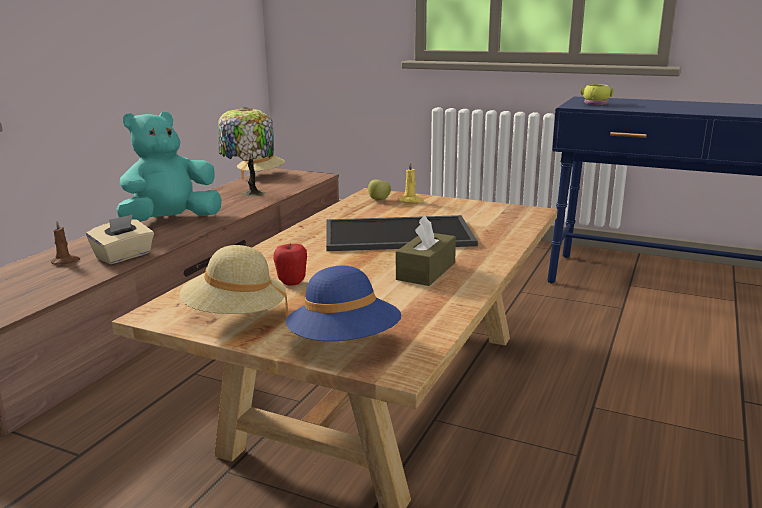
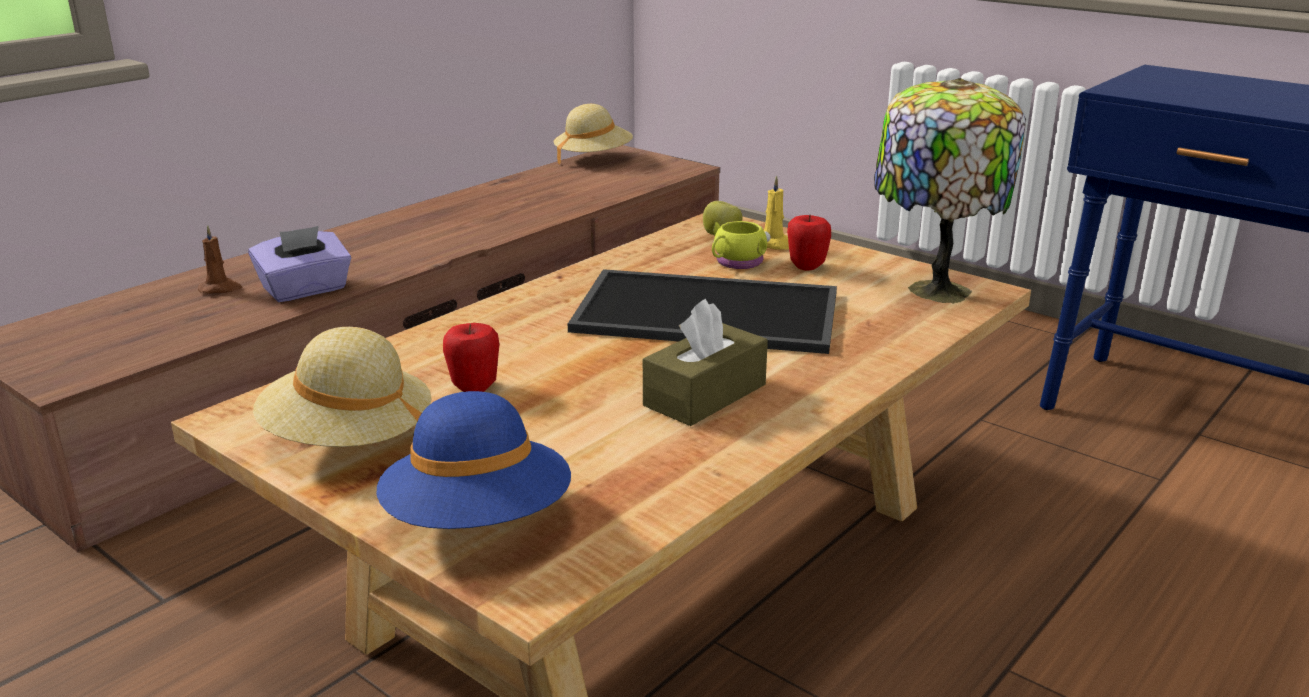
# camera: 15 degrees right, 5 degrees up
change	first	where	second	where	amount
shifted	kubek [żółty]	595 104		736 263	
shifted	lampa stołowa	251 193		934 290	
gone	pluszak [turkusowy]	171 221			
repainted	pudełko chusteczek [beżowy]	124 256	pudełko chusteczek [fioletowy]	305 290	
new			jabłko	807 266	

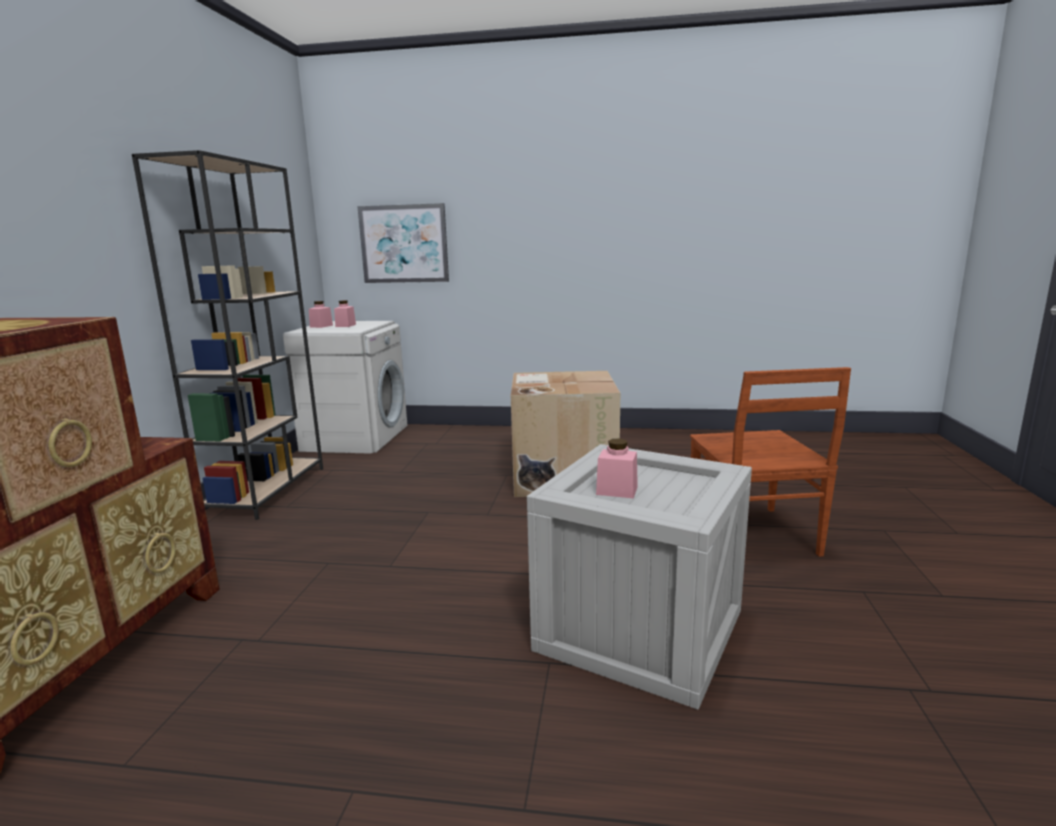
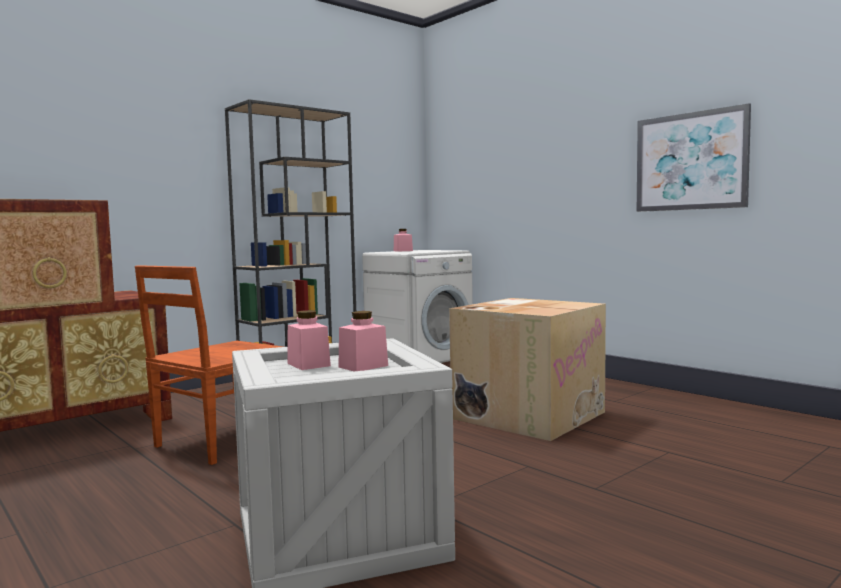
# camera: 40 degrees right, 10 degrees down
change	first	where	second	where	amount
shifted	obraz	404 244		690 161	
shifted	słoik [różowy]	345 325		363 366	
shifted	krzesło [brązowy]	752 535		223 441	

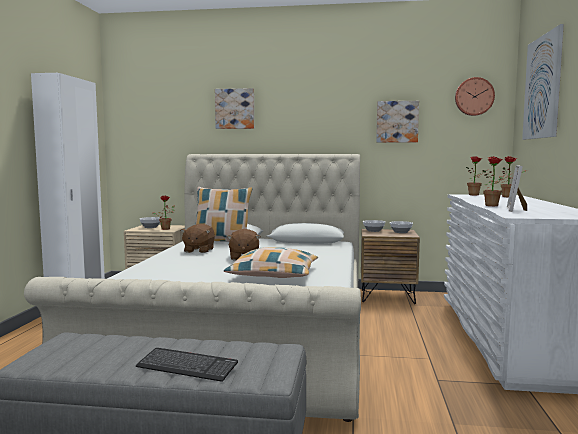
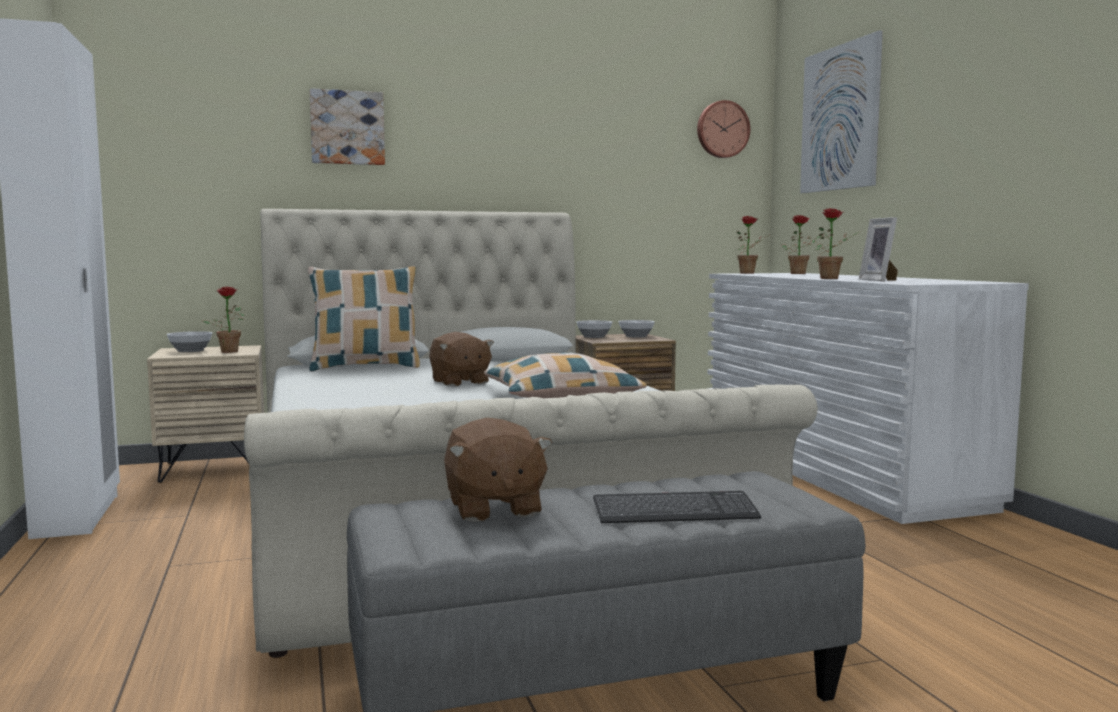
# camera: 25 degrees left, 0 degrees up
change	first	where	second	where	amount
gone	obraz	397 122			
shifted	pluszak [brązowy]	198 250		493 508	

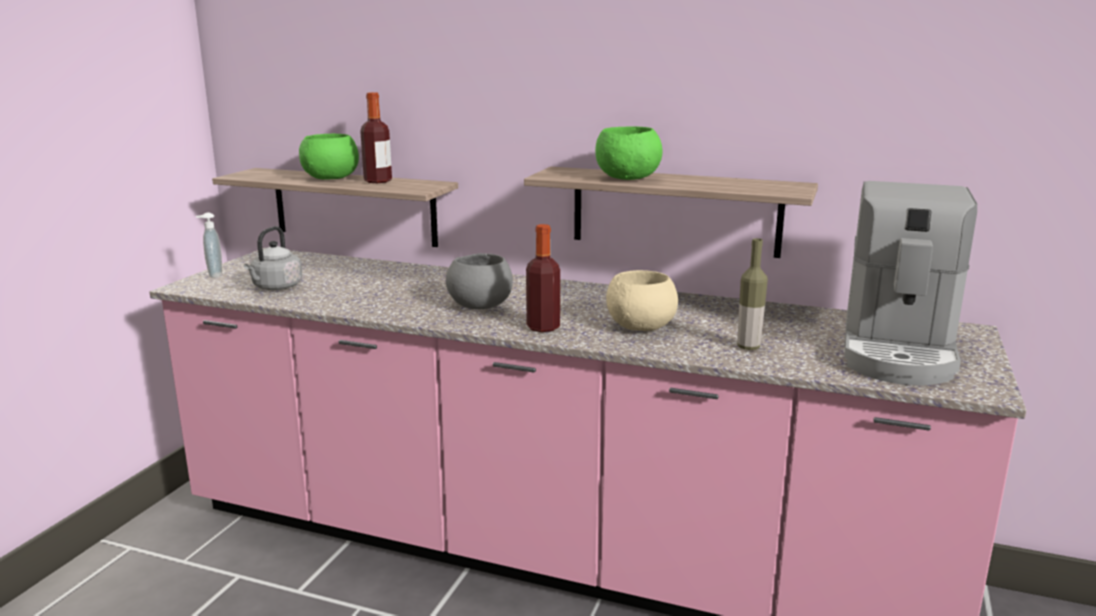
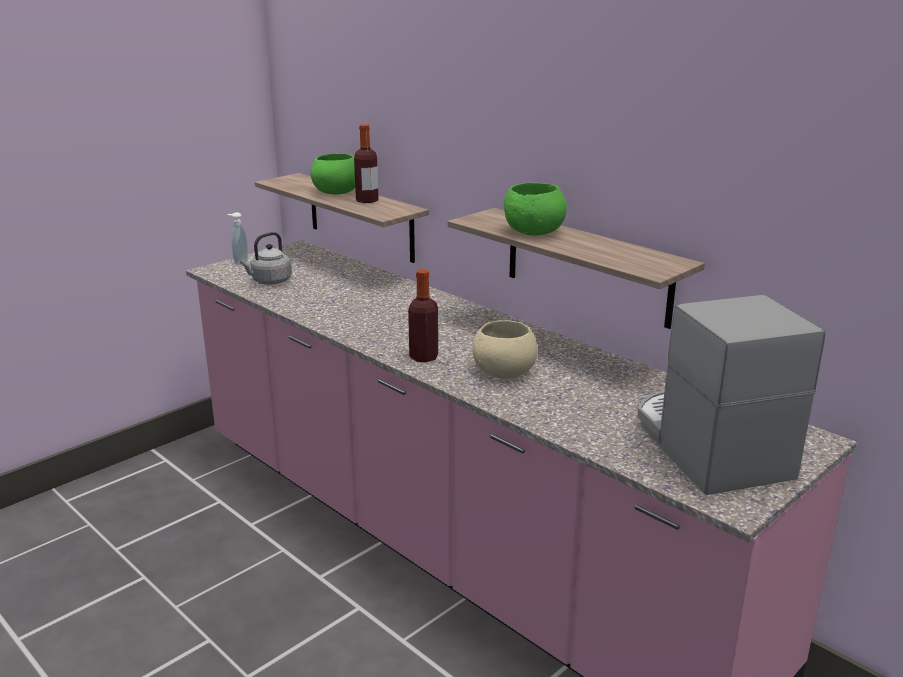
# camera: 25 degrees right, 5 degrees up
change	first	where	second	where	amount
rotated	ekspres do kawy	898 351		707 446	120 degrees clockwise
gone	butelka	748 347			
gone	miska [szary]	481 305			

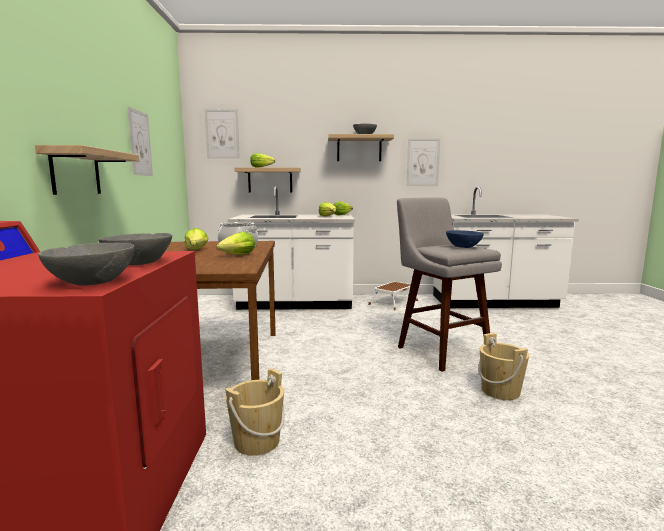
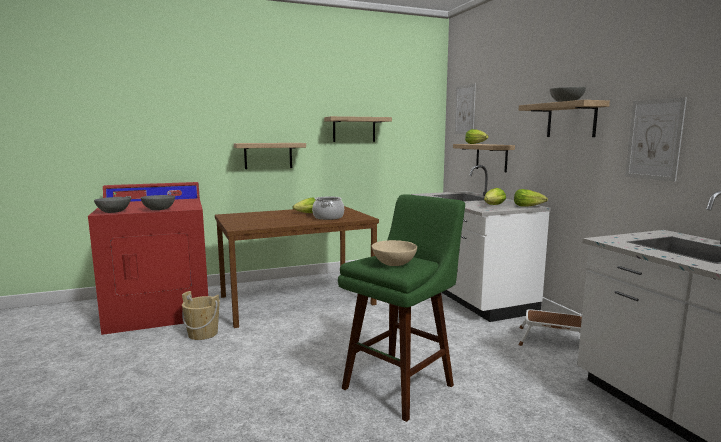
# camera: 70 degrees right, 0 degrees up
change	first	where	second	where	amount
swapped	obraz	140 143	półka	354 129	
repainted	stołek [szary]	440 350	stołek [zielony]	401 384	
repainted	miska [niebieski]	463 247	miska [beżowy]	394 264	
gone	sałata	238 255			
gone	wiadro [beżowy]	500 391			

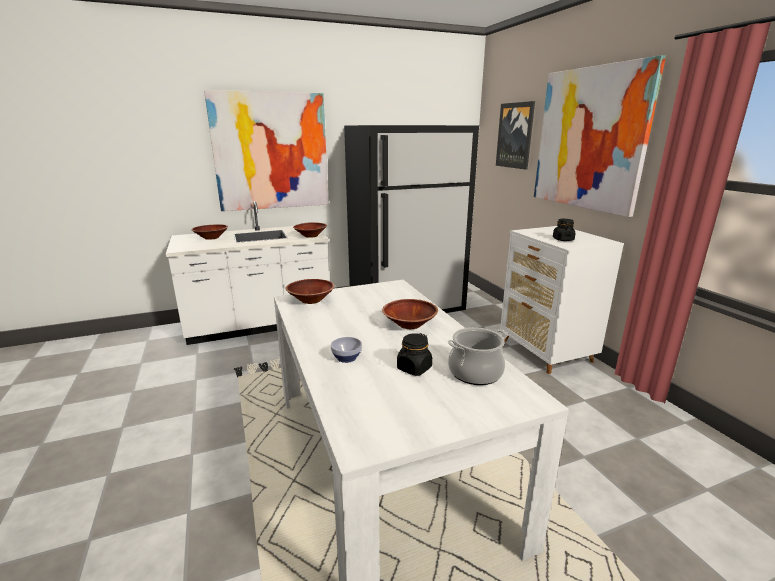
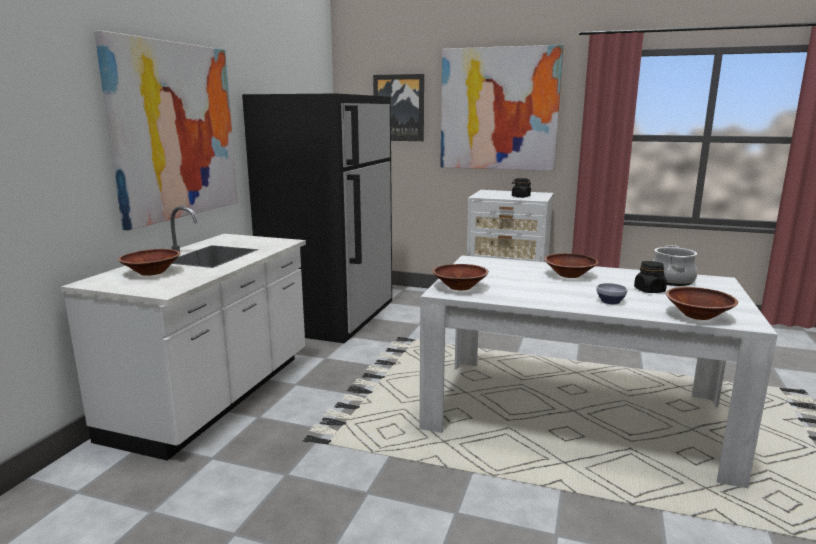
# camera: 50 degrees left, 5 degrees down
change	first	where	second	where	amount
shifted	miska [brązowy]	311 236		698 315	

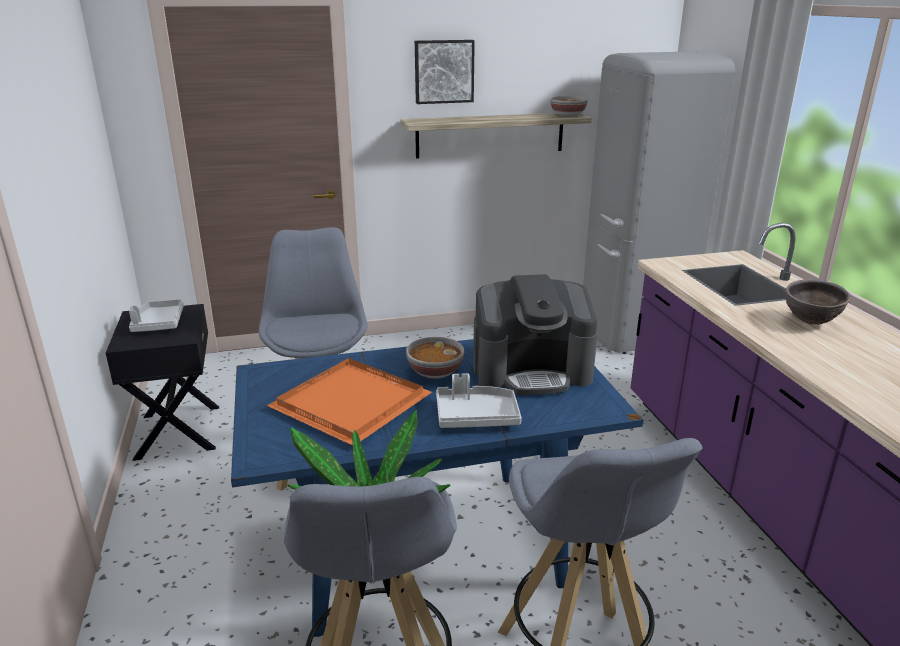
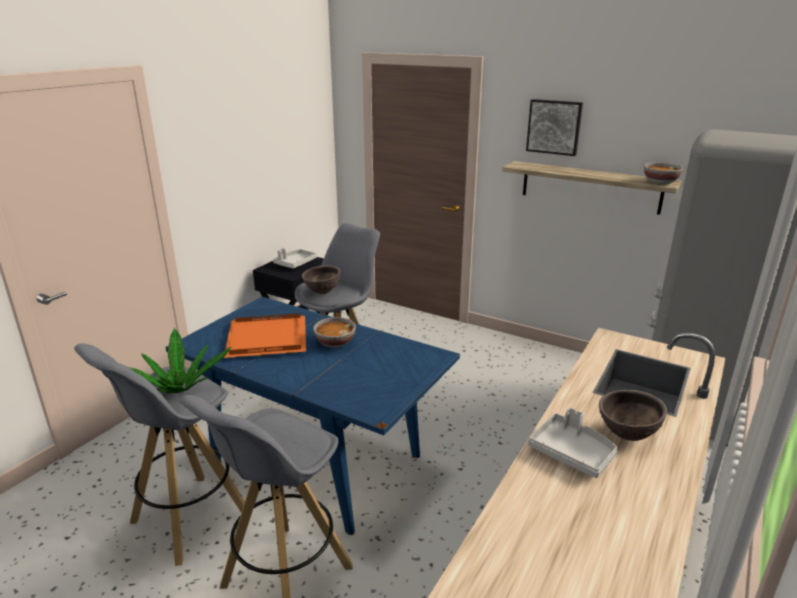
# camera: 45 degrees right, 0 degrees up
change	first	where	second	where	amount
gone	ekspres do kawy	532 370			
shifted	taca [szary]	476 416		572 453	
new			miska [brązowy]	322 292	

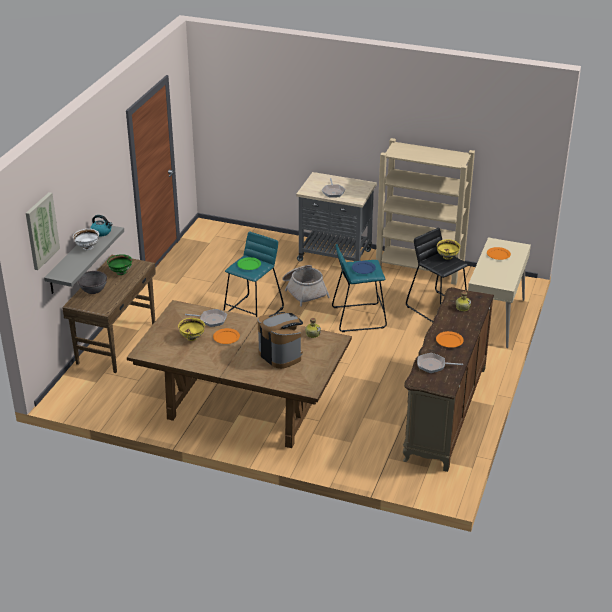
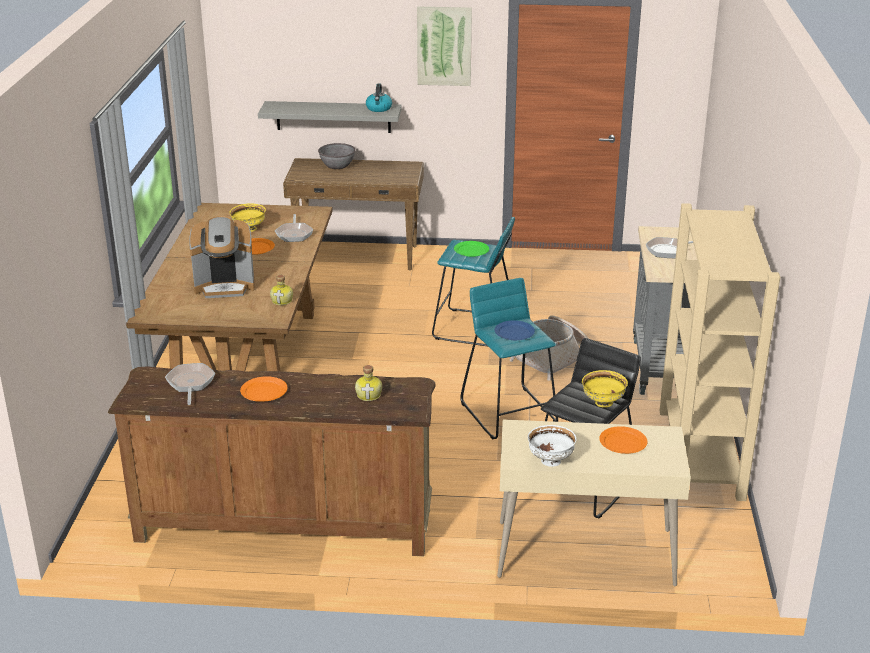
# camera: 75 degrees right, 5 degrees down
change	first	where	second	where	amount
shifted	obraz	41 230		444 46	
shifted	miska [biały]	87 247		550 461	
gone	miska [zielony]	120 273			
rotated	ekspres do kawy	280 355		225 286	45 degrees clockwise

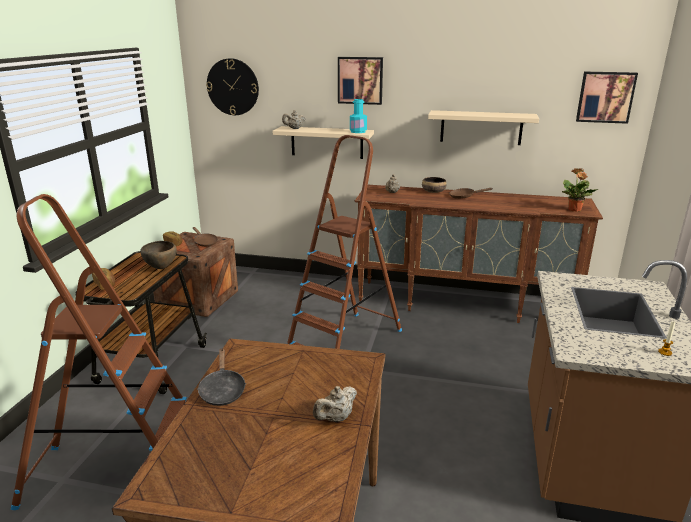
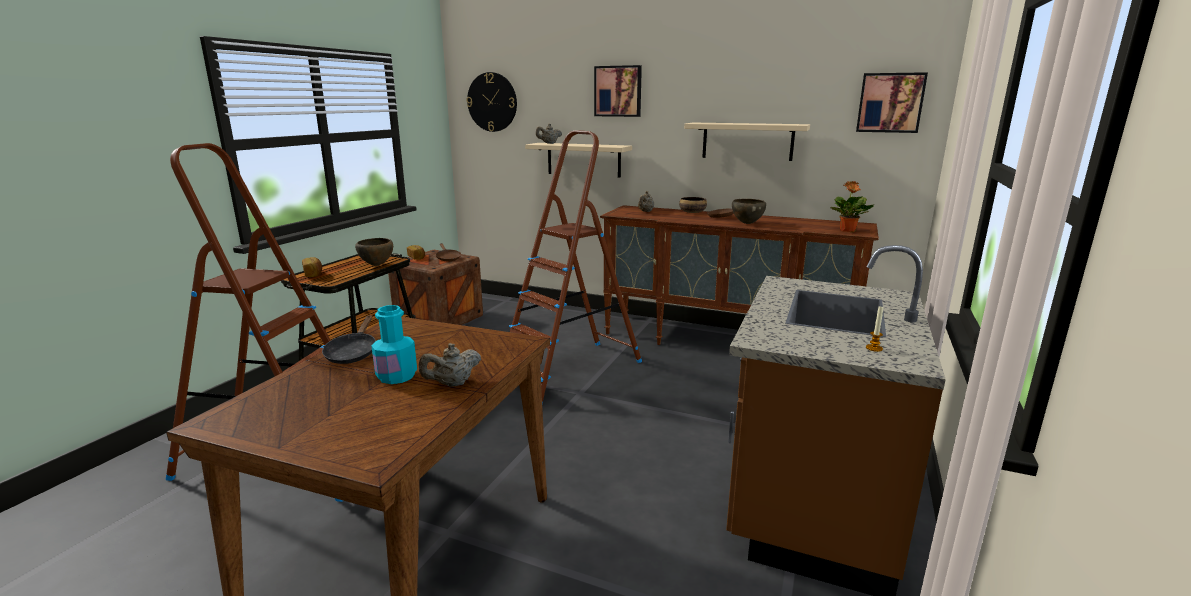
# camera: 10 degrees right, 5 degrees down
change	first	where	second	where	amount
shifted	butelka [turkusowy]	358 131		396 376	
new			miska [brązowy]	747 223	

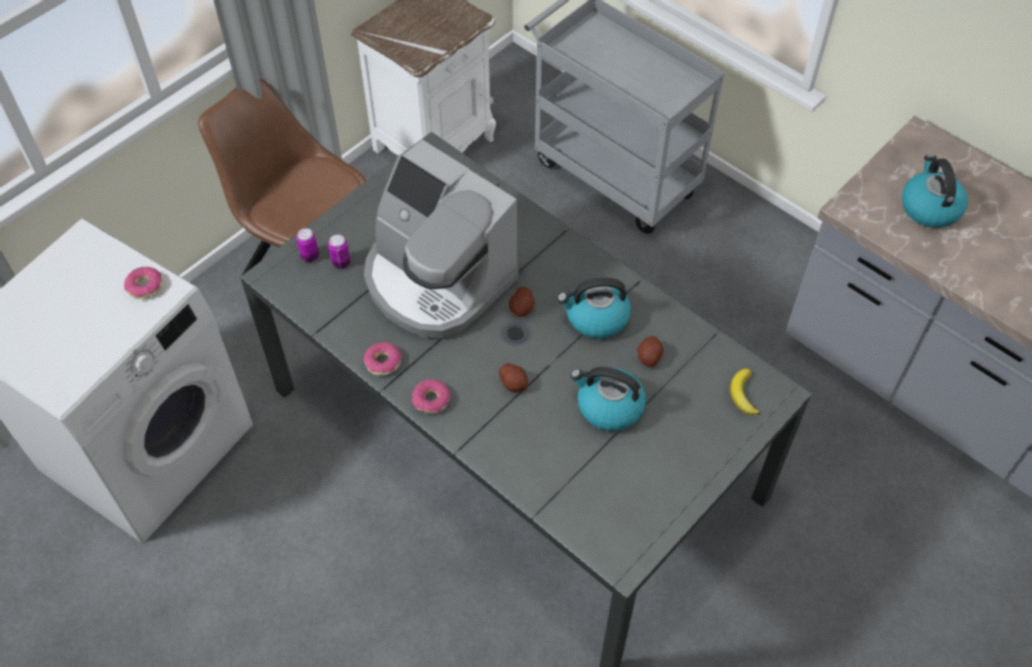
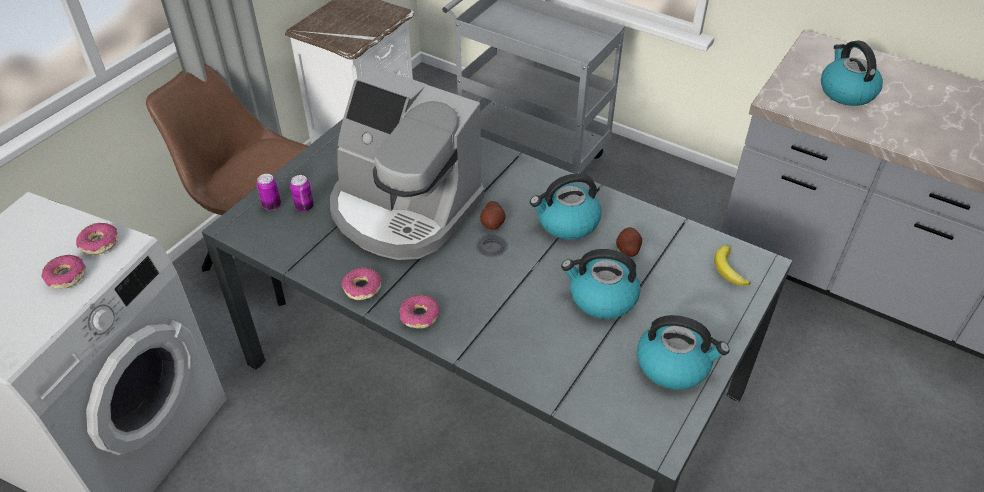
# camera: 10 degrees left, 10 degrees down
change	first	where	second	where	amount
gone	ziemniak	513 383			
new			donut	66 276	
new			czajnik	674 365	

